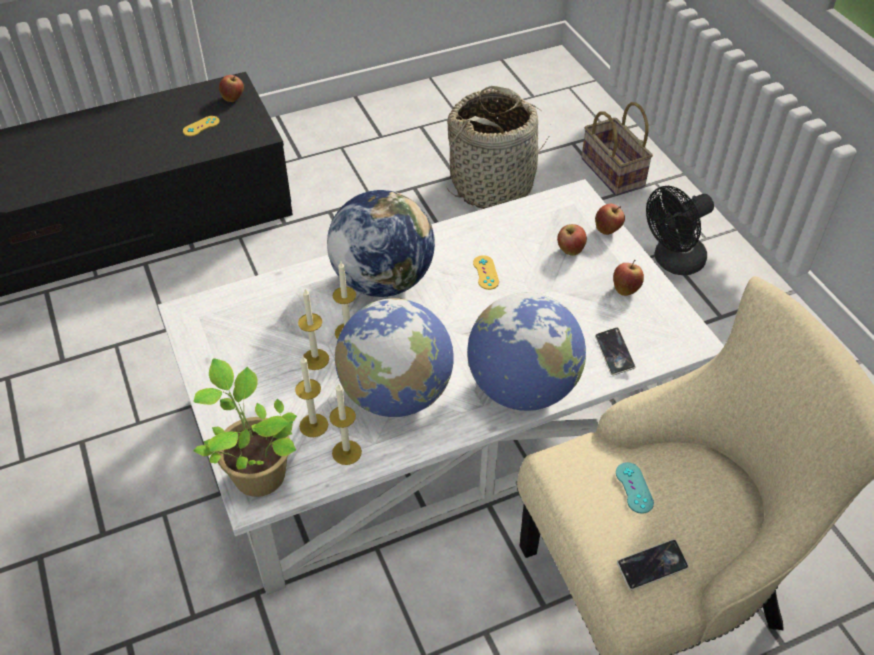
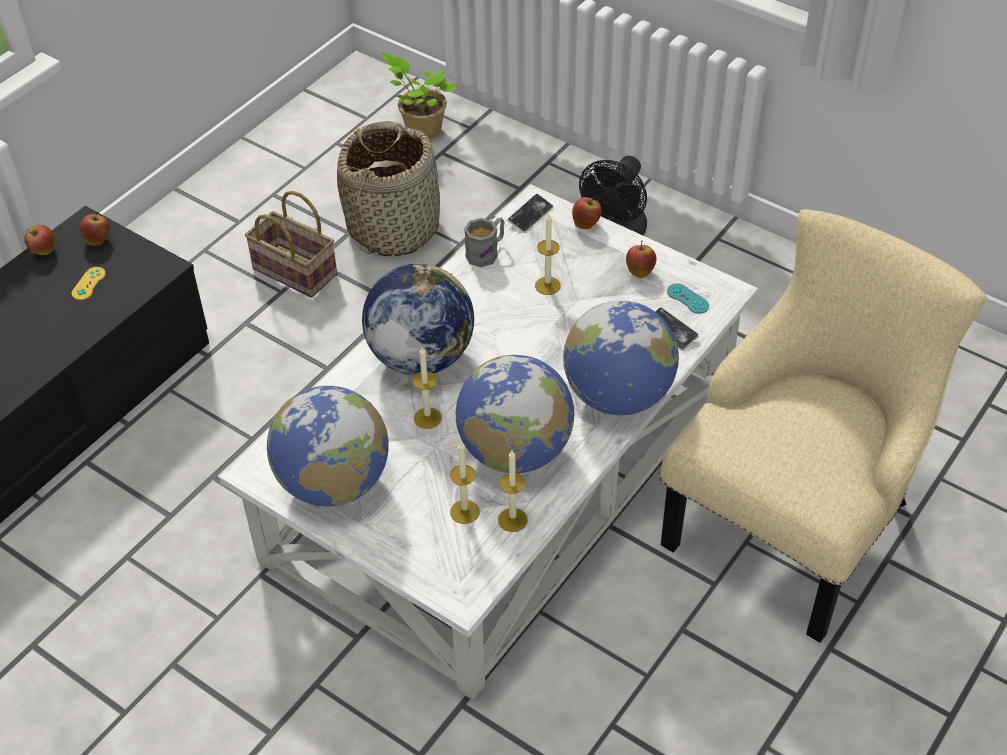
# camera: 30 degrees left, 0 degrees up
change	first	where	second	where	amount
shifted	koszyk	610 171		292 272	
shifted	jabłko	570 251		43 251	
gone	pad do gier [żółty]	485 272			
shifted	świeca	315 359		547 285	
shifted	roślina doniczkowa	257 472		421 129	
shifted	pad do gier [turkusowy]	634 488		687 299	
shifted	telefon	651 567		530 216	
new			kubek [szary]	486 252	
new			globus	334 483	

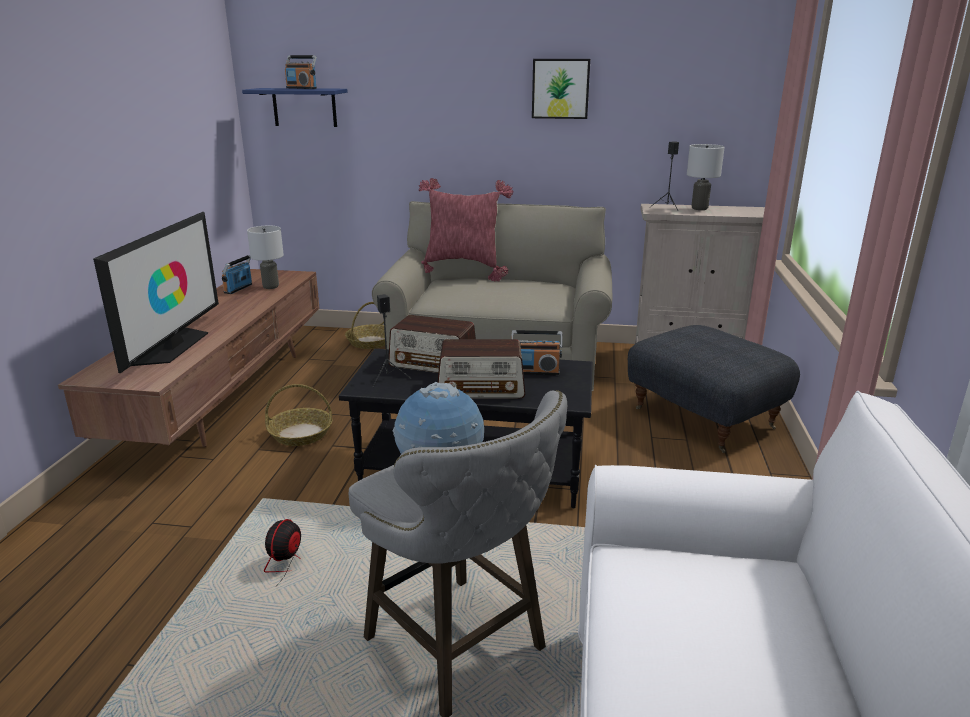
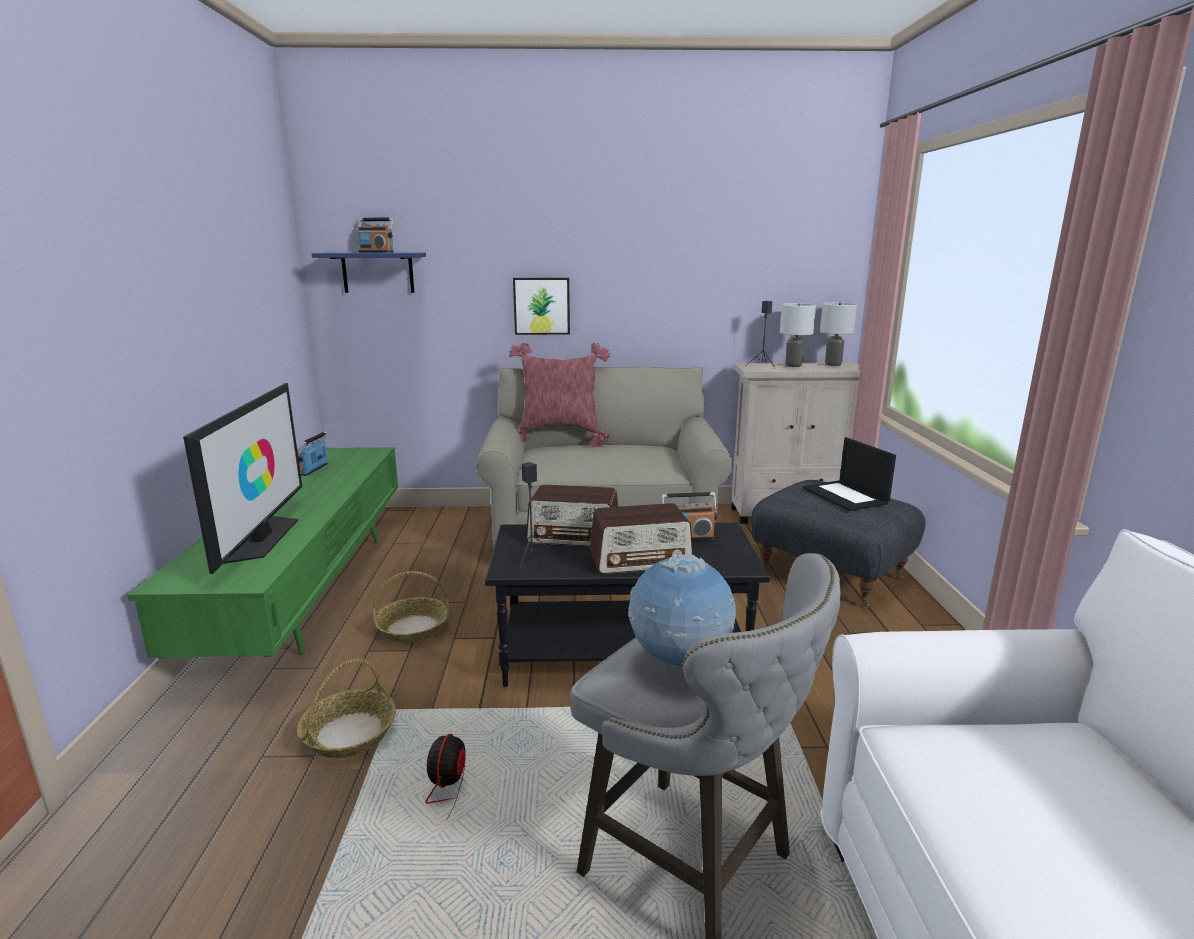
# camera: 10 degrees left, 5 degrees down
change	first	where	second	where	amount
shifted	obraz	560 88		542 306	
shifted	lampa stołowa [biały]	271 287		833 364	
repainted	szafka pod telewizor [brązowy]	224 394	szafka pod telewizor [zielony]	307 590	
shifted	koszyk	370 342		349 734	
new			laptop	846 496	

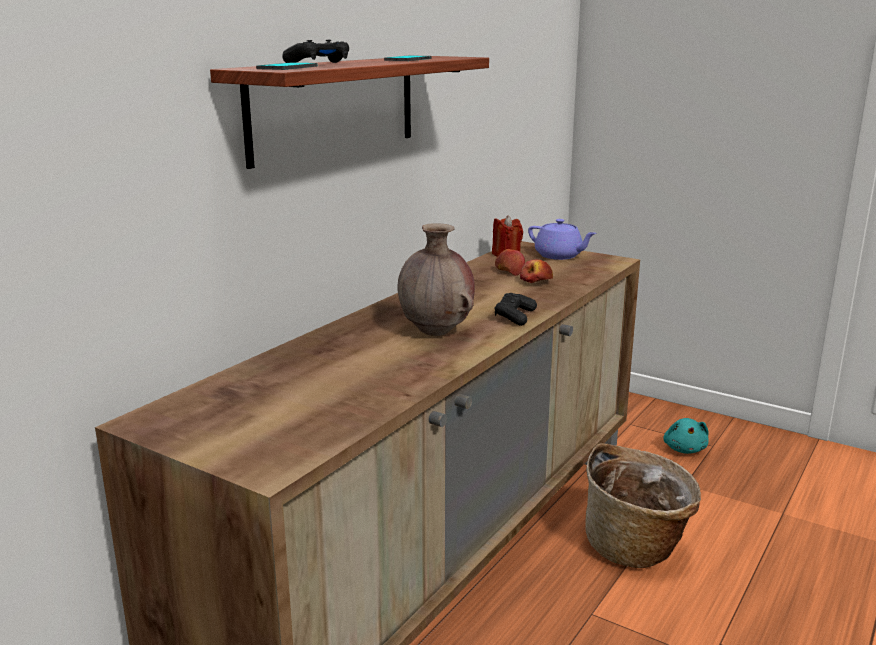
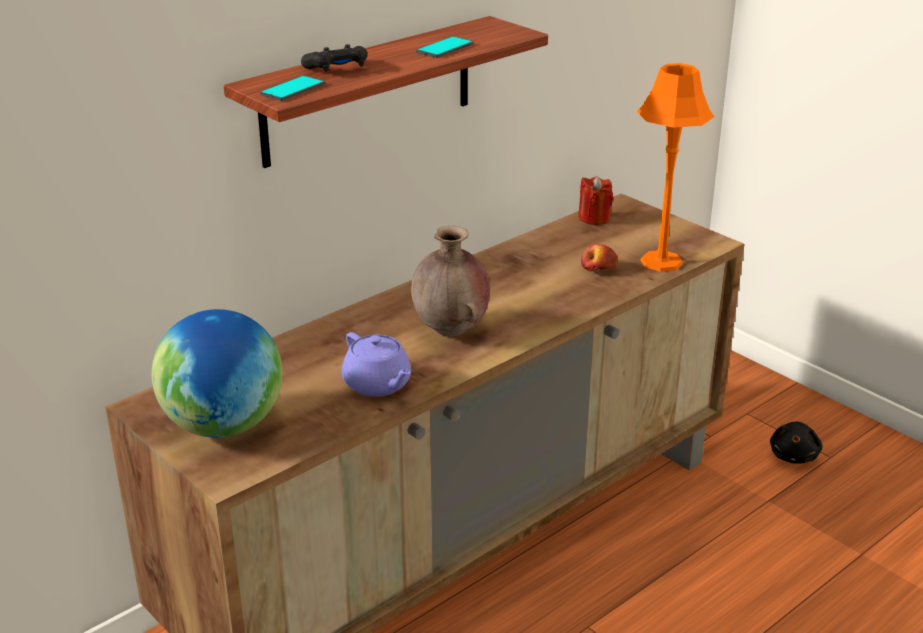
# camera: 15 degrees right, 10 degrees up
change	first	where	second	where	amount
shifted	imbryk [fioletowy]	559 256		378 385	
gone	jabłko	509 271			
gone	pad do gier [czarny]	515 316			
repainted	pluszak [turkusowy]	684 449	pluszak [czarny]	794 456	
gone	koszyk	636 547			
new			lampa stołowa [pomarańczowy]	661 262	
new			globus	224 425	

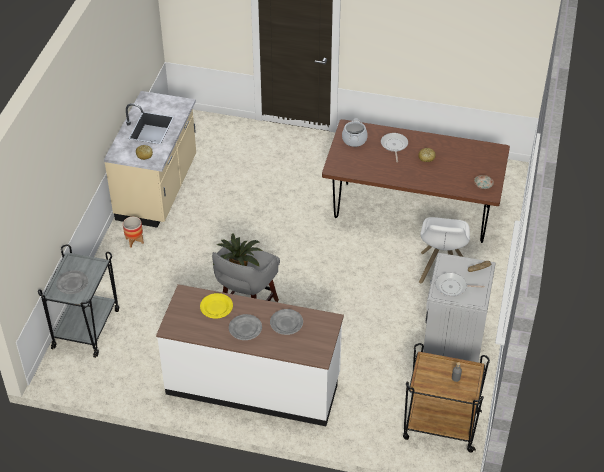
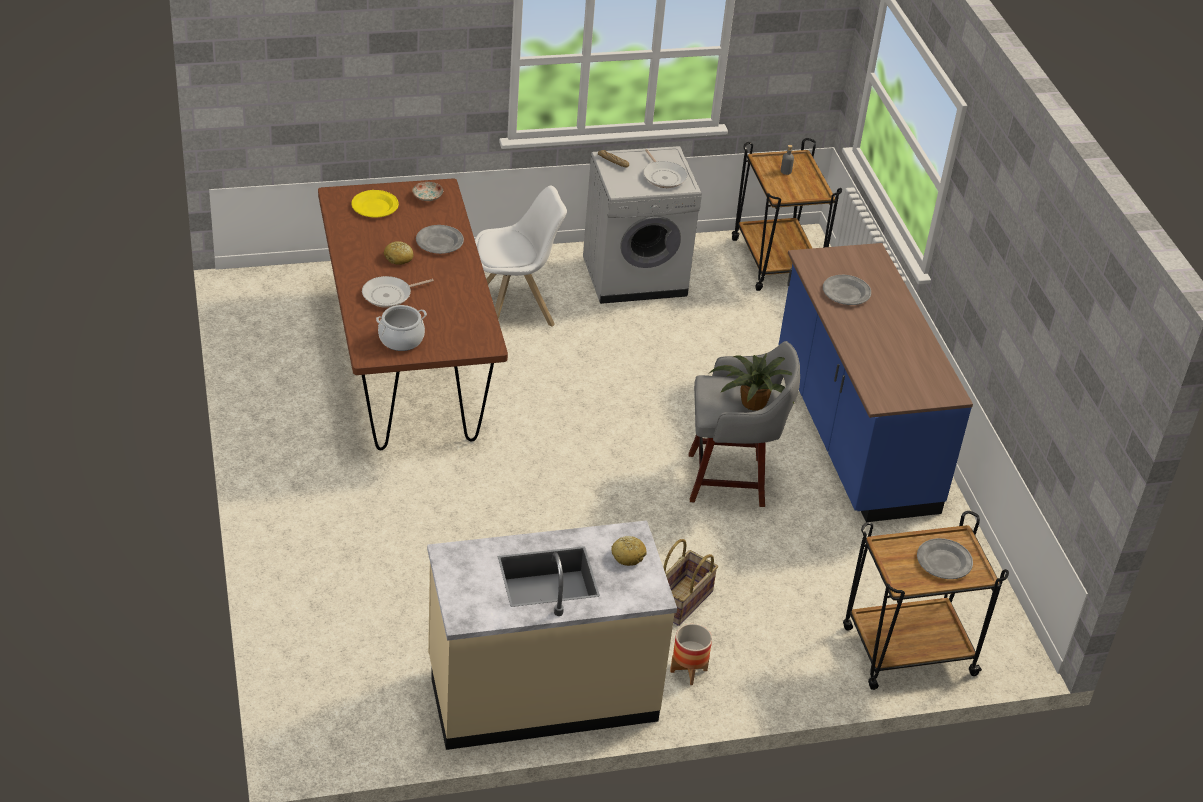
# camera: 120 degrees left, 5 degrees down
change	first	where	second	where	amount
repainted	wózek [szary]	86 327	wózek [brązowy]	907 651	
repainted	zabudowa kuchenna [biały]	253 384	zabudowa kuchenna [niebieski]	852 433	
shifted	talerz [żółty]	216 307		374 206	
shifted	talerz [szary]	245 329		440 242	
new			koszyk	683 601	

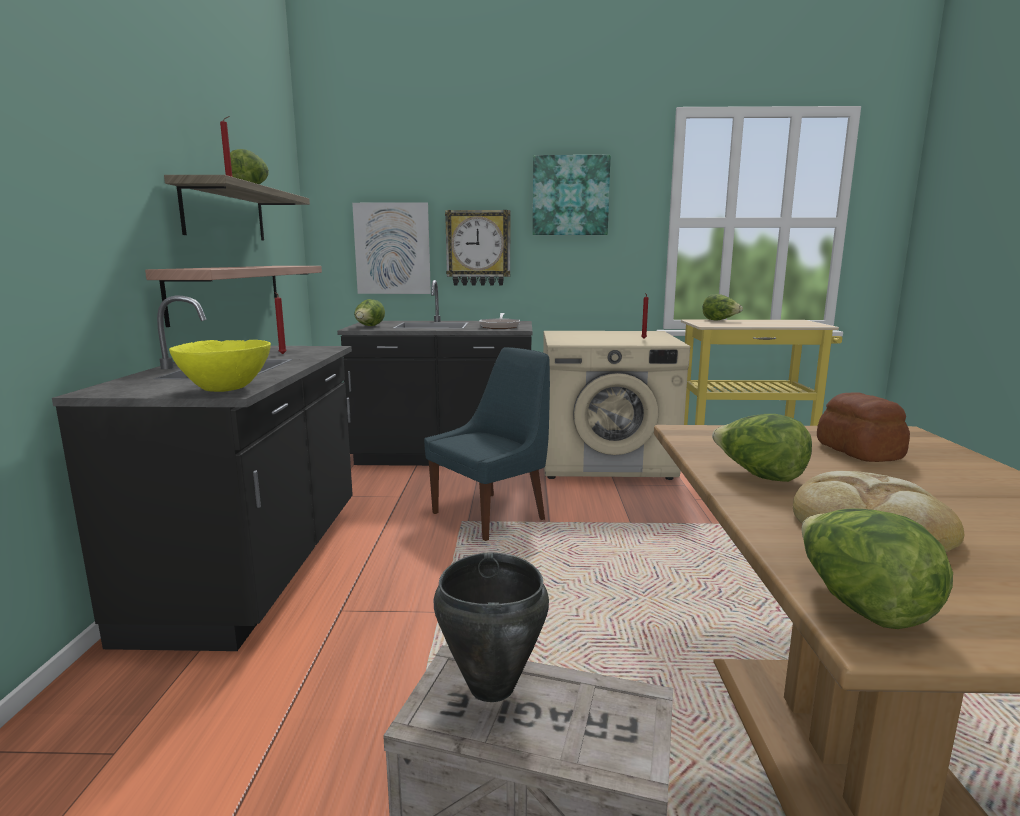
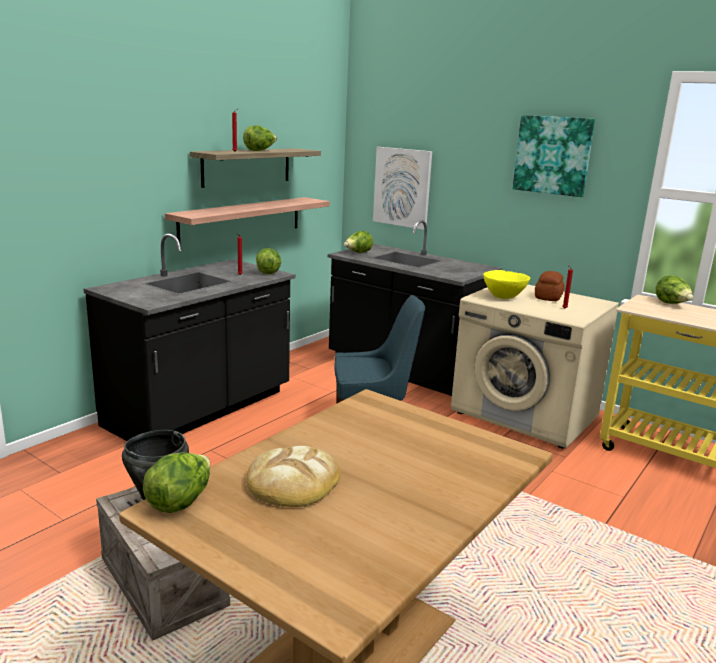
# camera: 35 degrees right, 5 degrees up
change	first	where	second	where	amount
gone	zegar ścienny	478 248			
gone	patelnia	500 326			
shifted	miska [żółty]	226 389		504 297	
shifted	chleb	859 451		549 297	
shifted	sałata	758 476		268 272	

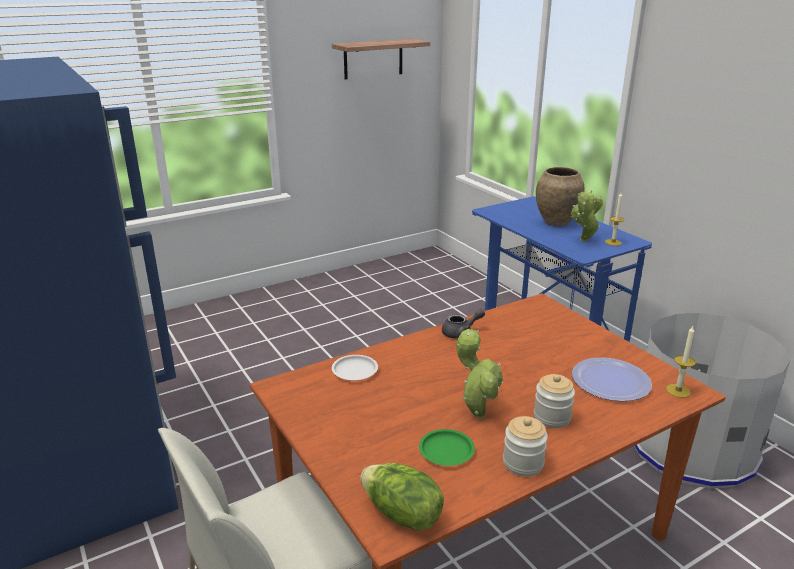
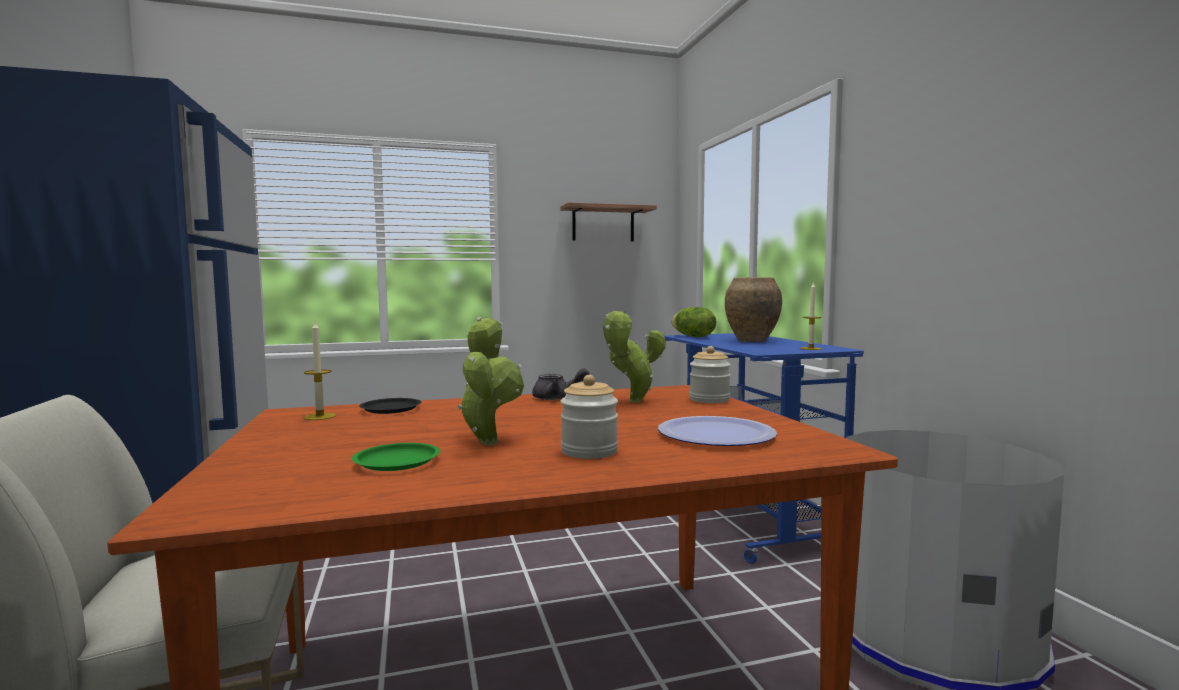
# camera: 15 degrees right, 20 degrees down
change	first	where	second	where	amount
shifted	roślina doniczkowa	583 241		632 402	
shifted	świeca	678 391		320 416	
repainted	talerz [biały]	354 371	talerz [czarny]	390 409	
shifted	słoik	523 463		709 400	
shifted	sałata	401 514		693 336	

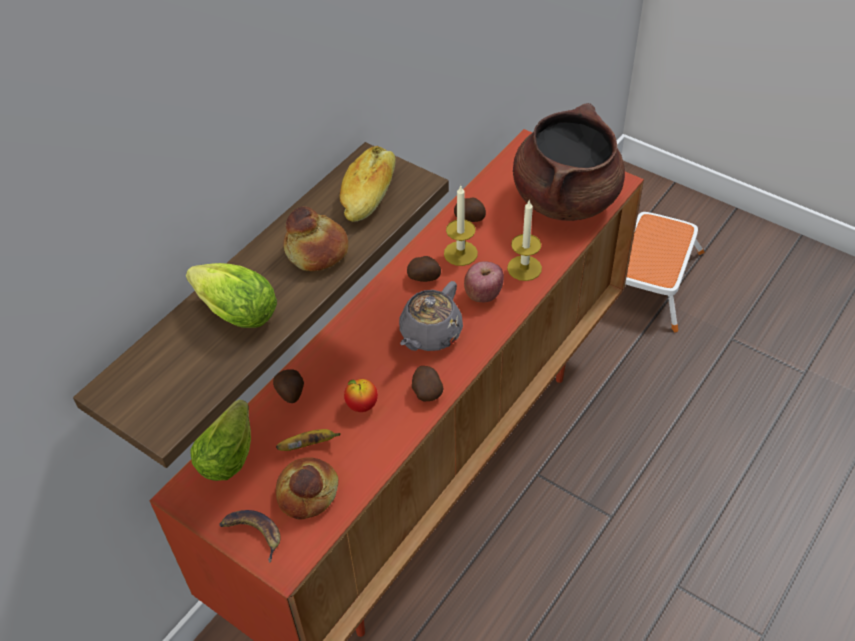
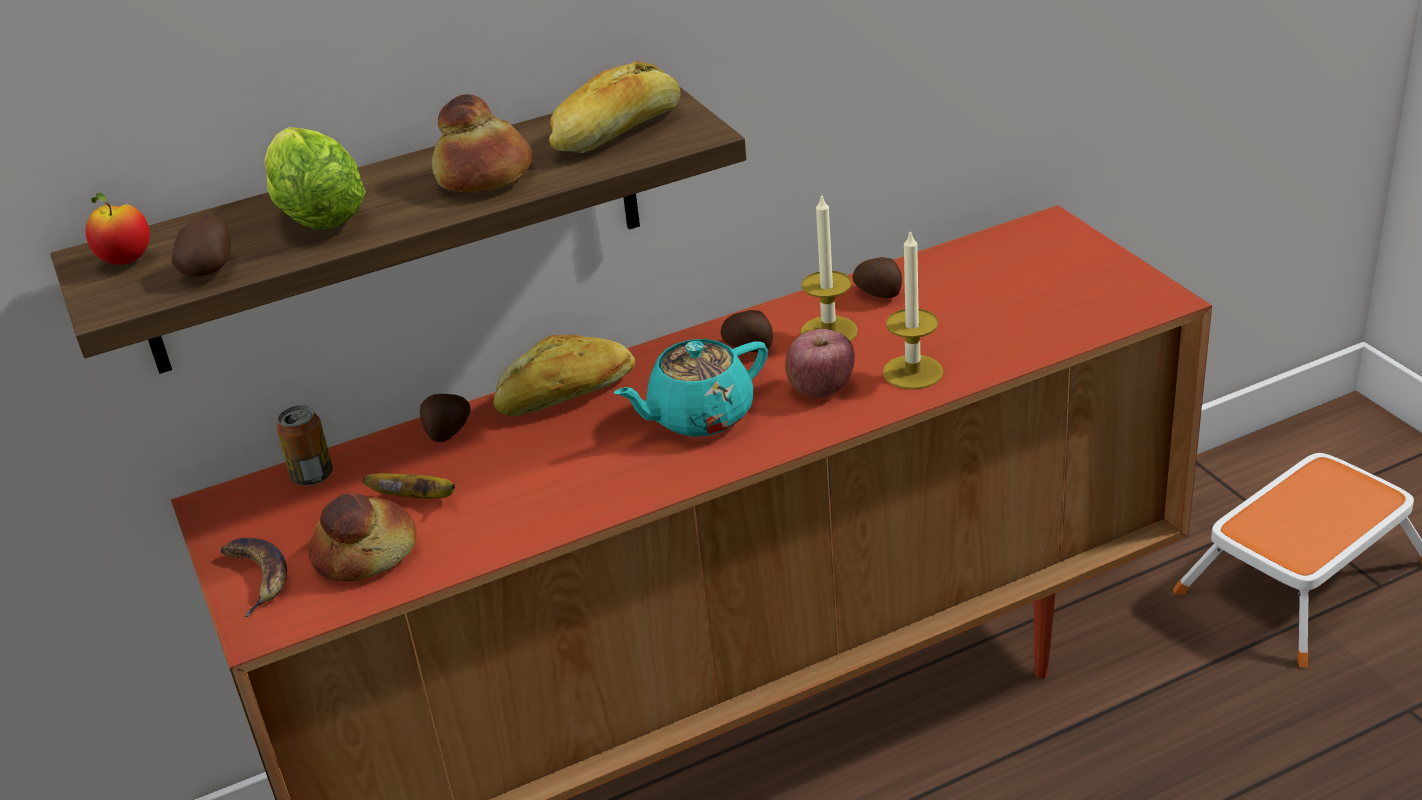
# camera: 30 degrees right, 15 degrees down
change	first	where	second	where	amount
gone	garnek [brązowy]	565 199			
repainted	imbryk [szary]	430 334	imbryk [turkusowy]	699 416	
shifted	ziemniak	426 391		211 268	
shifted	jabłko	362 405		126 260	
swapped	sałata	230 452	puszka	312 476	
new			chleb	567 395	

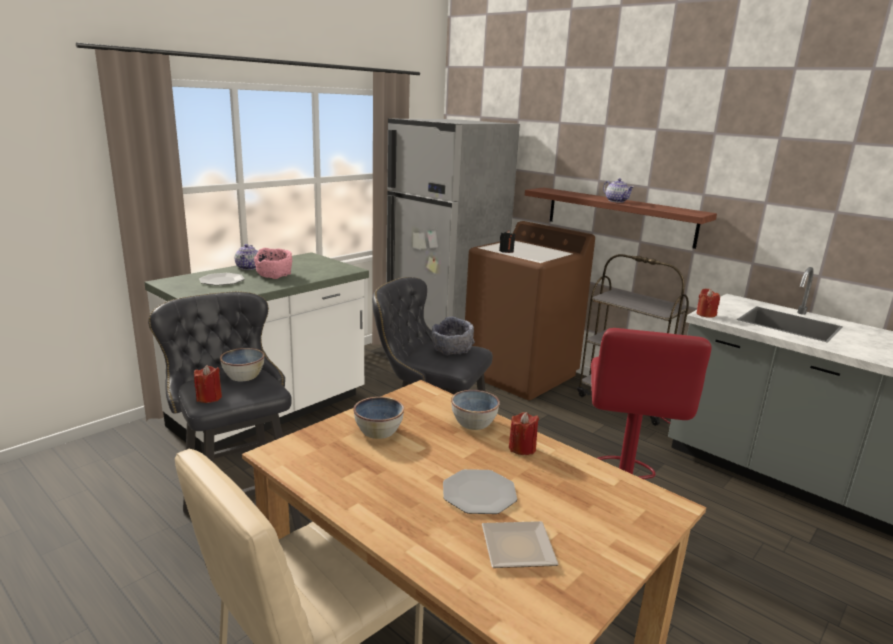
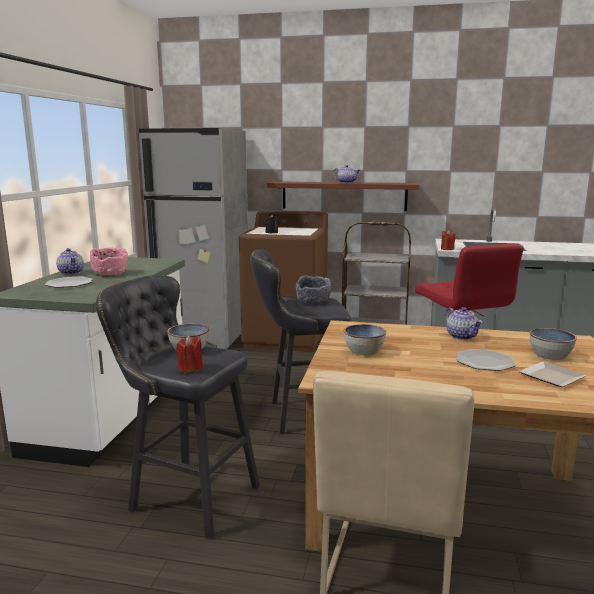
# camera: 30 degrees left, 5 degrees down
change	first	where	second	where	amount
shifted	miska	473 423		550 356	
swapped	świeca [czerwony]	522 448	imbryk	462 336	

